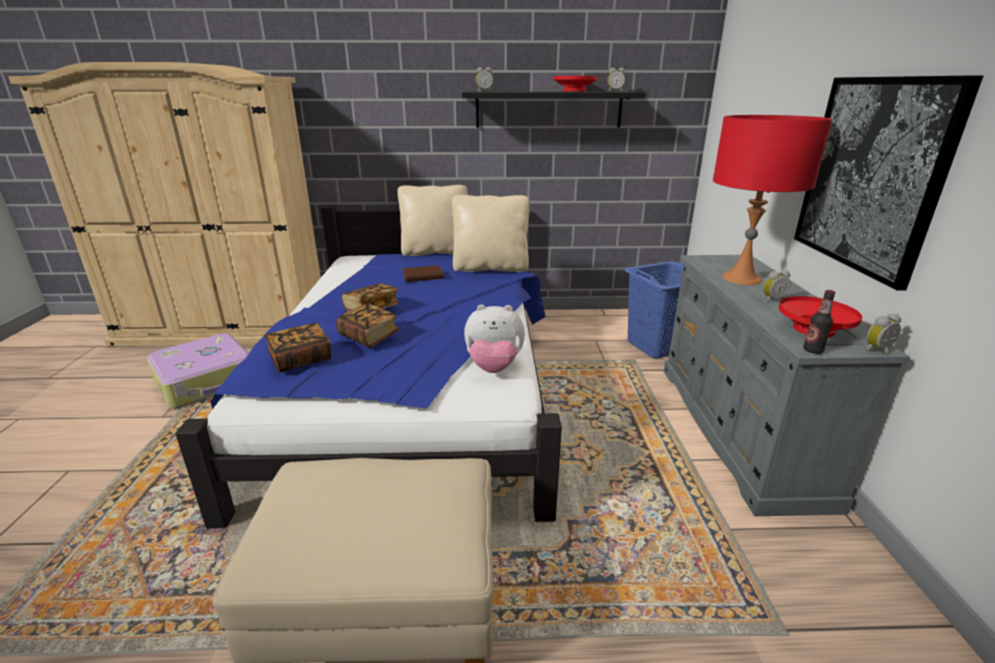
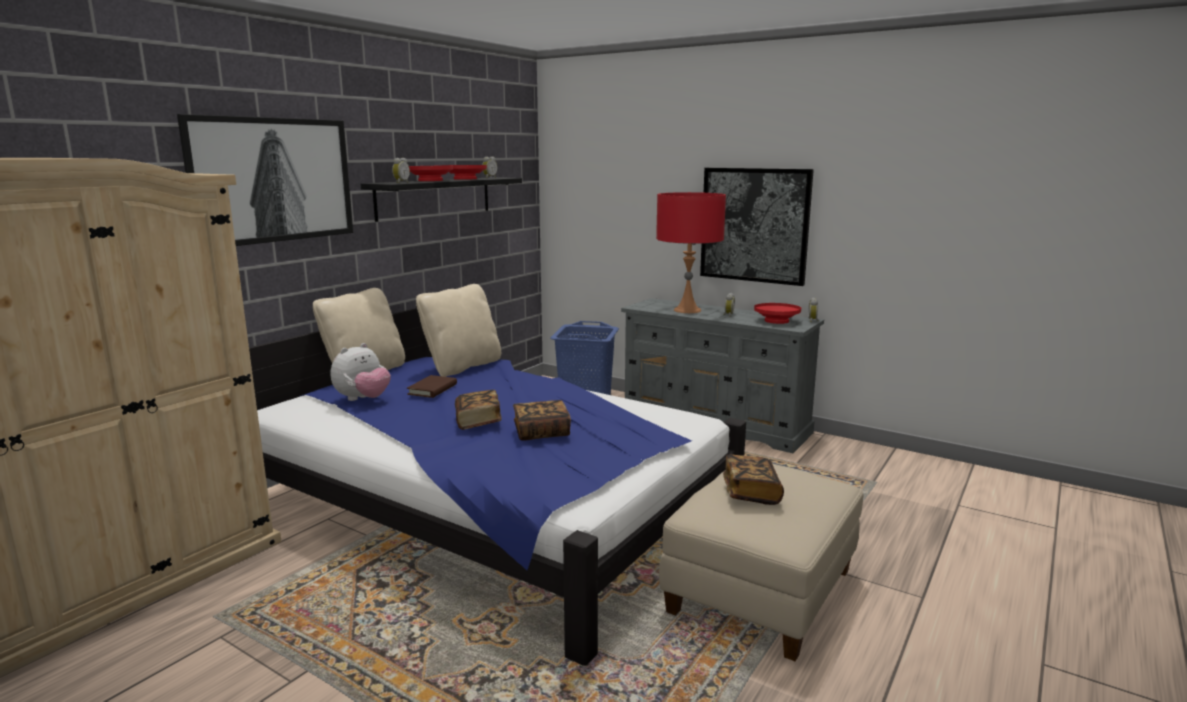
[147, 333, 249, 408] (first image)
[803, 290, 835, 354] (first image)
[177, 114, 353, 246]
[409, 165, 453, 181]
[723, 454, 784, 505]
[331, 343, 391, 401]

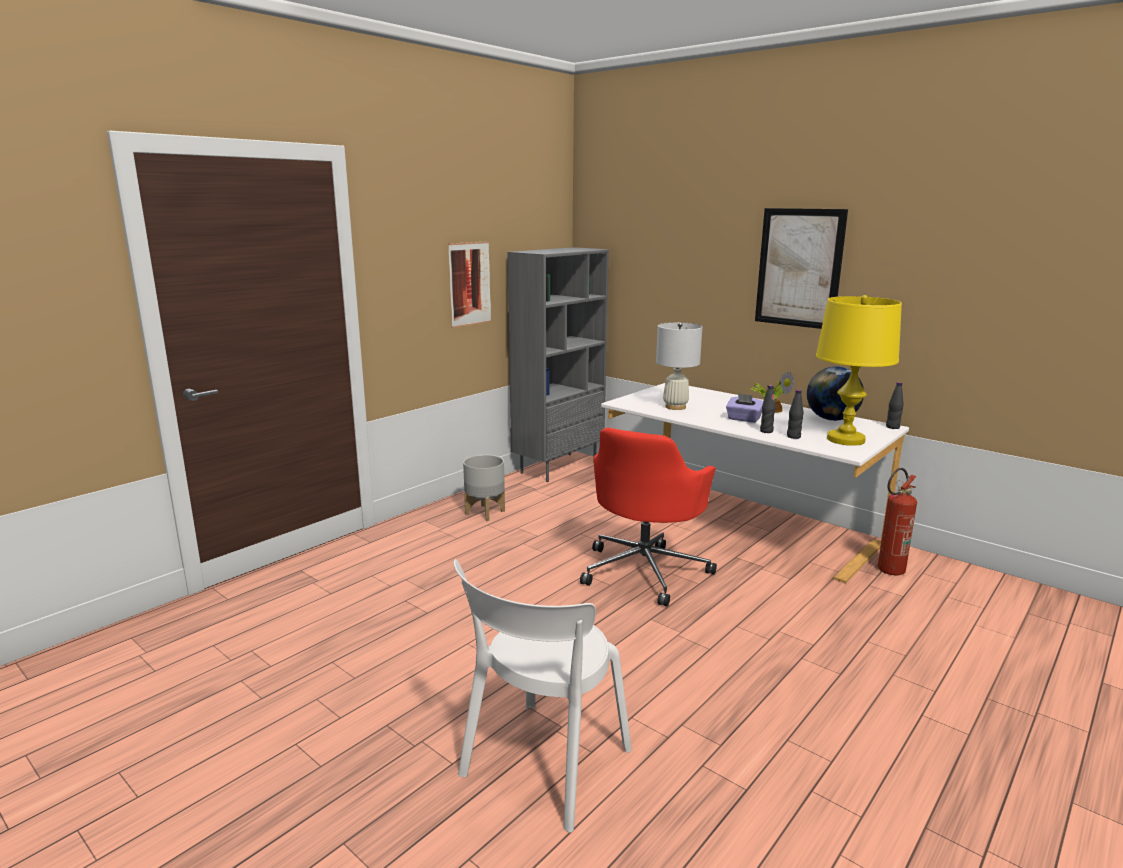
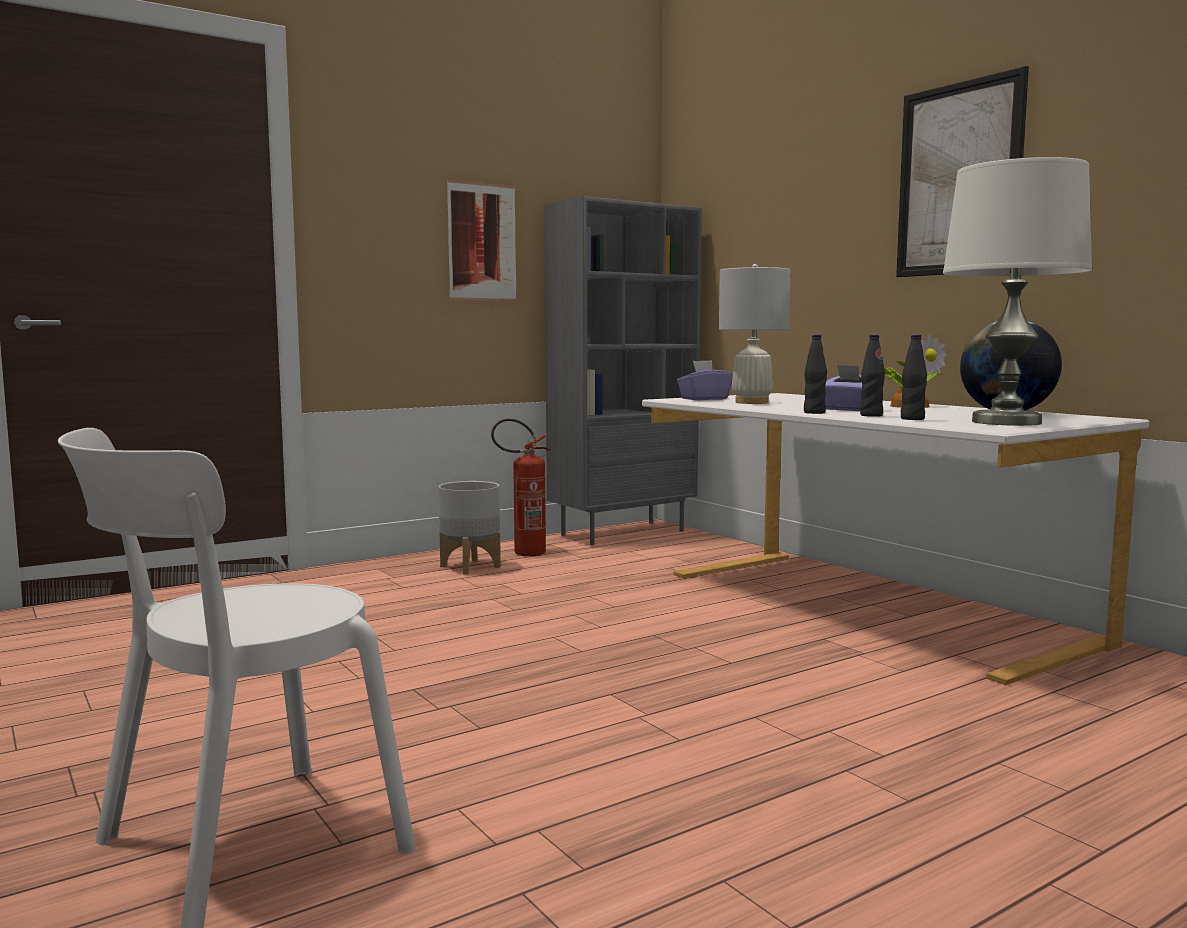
[580, 427, 717, 607] (first image)
[677, 360, 733, 400]
[491, 418, 551, 556]
[804, 334, 827, 414]
[943, 157, 1092, 426]

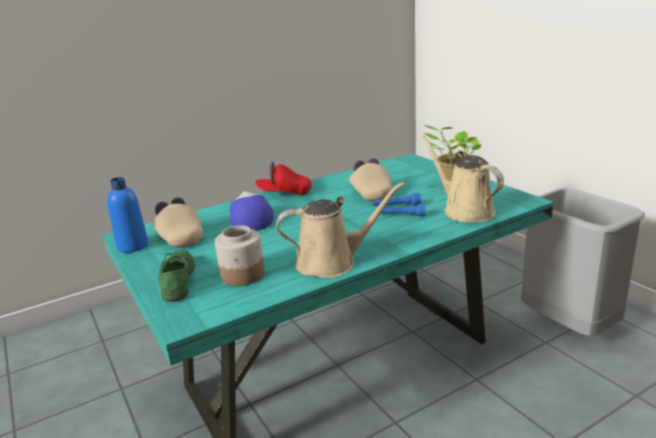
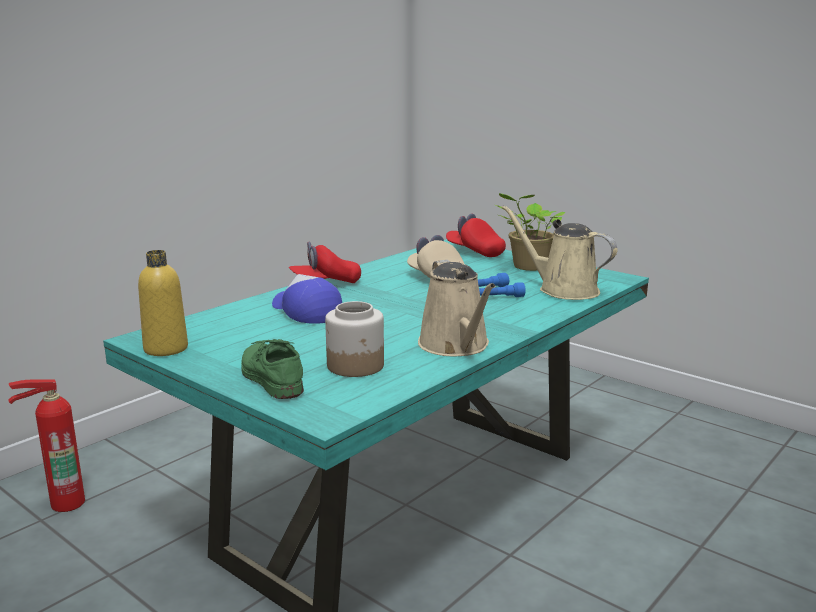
[153, 197, 203, 248] (first image)
[521, 188, 645, 336] (first image)
[8, 379, 85, 512]
[446, 214, 506, 257]
[138, 250, 188, 356]
[418, 260, 496, 356]

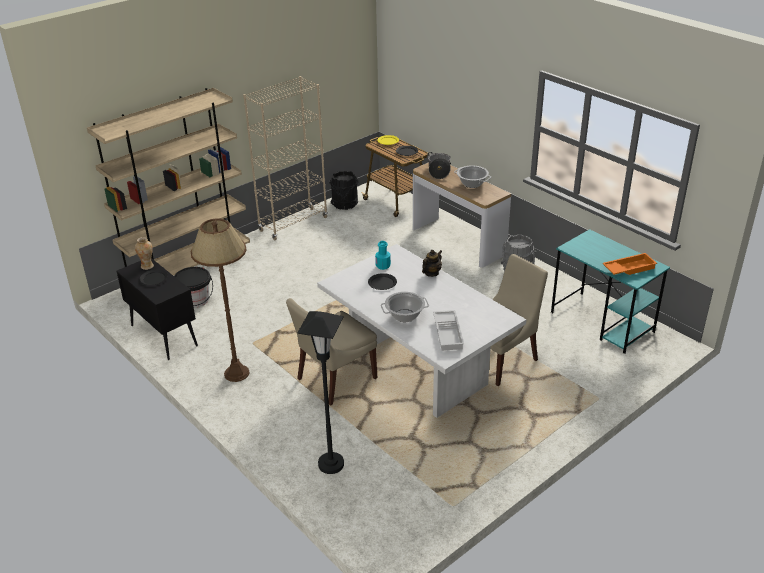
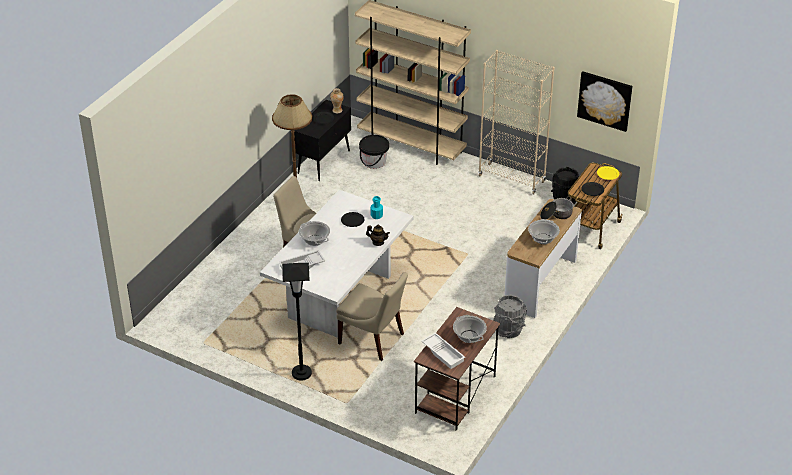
[453, 315, 487, 343]
[577, 71, 633, 132]
[282, 263, 312, 380]
[414, 307, 500, 430]
[421, 333, 465, 369]

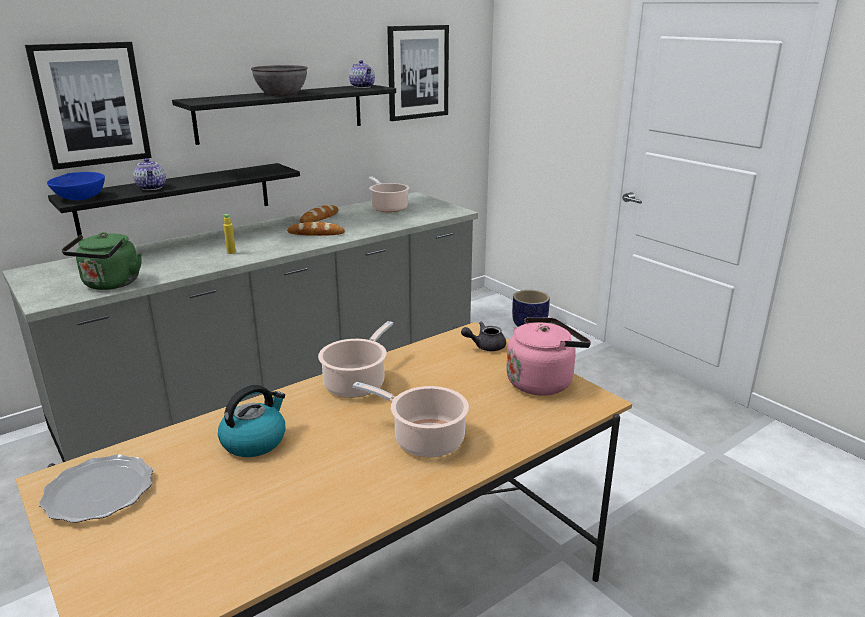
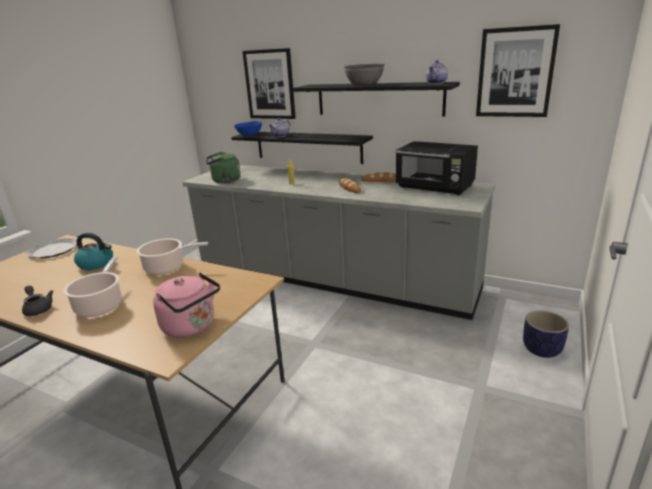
[22, 286, 53, 316]
[395, 141, 478, 195]

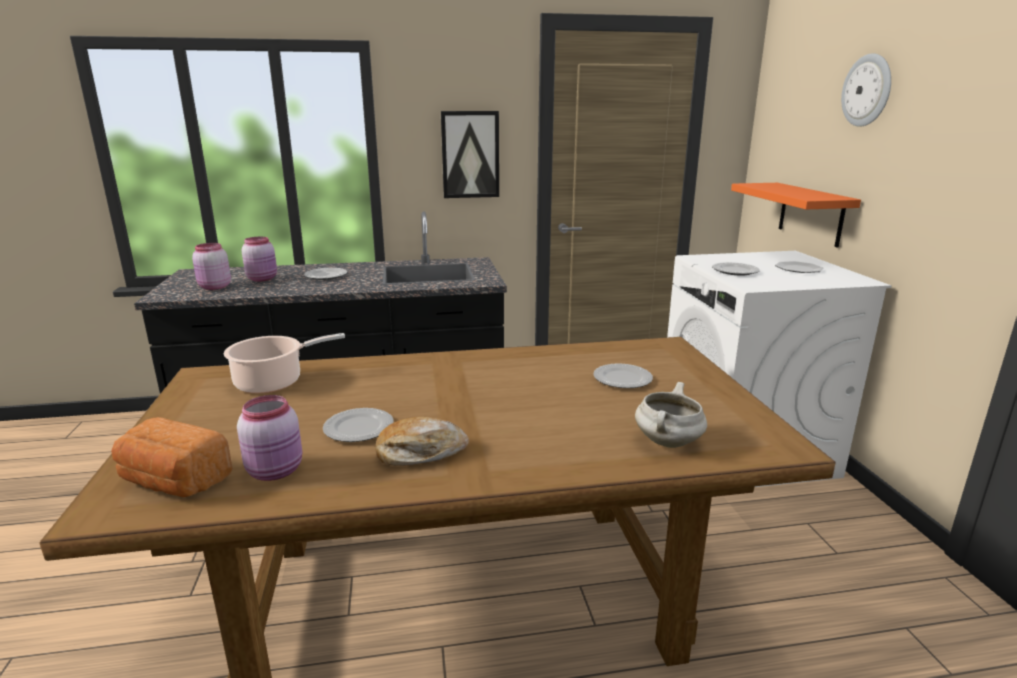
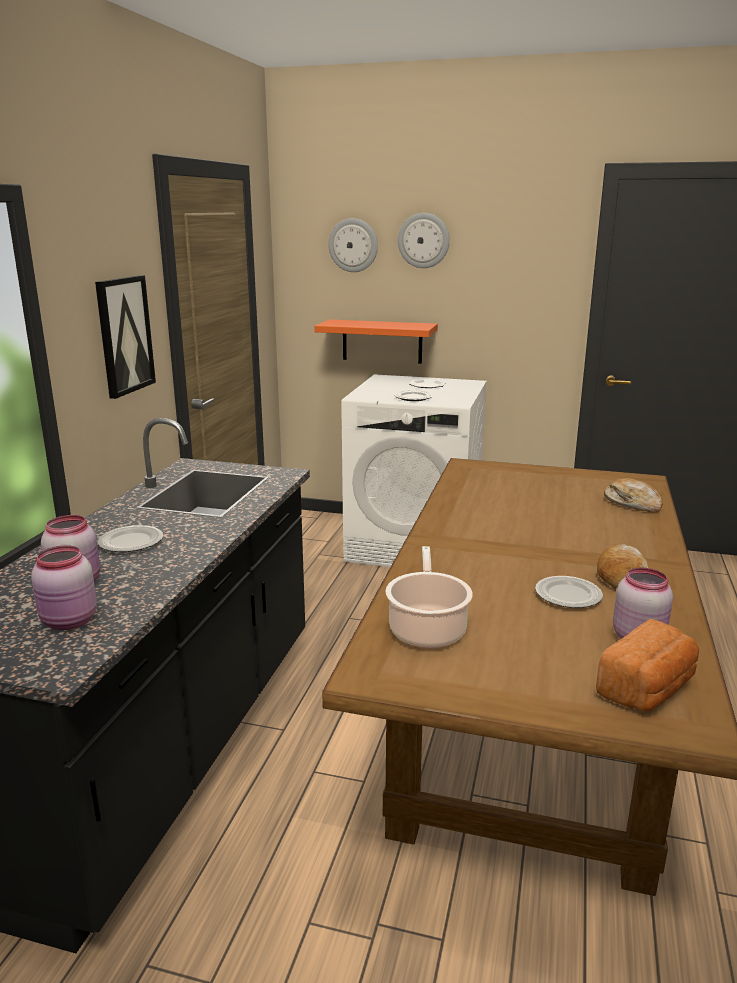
[593, 363, 653, 388] (first image)
[328, 218, 378, 272]
[604, 478, 663, 512]

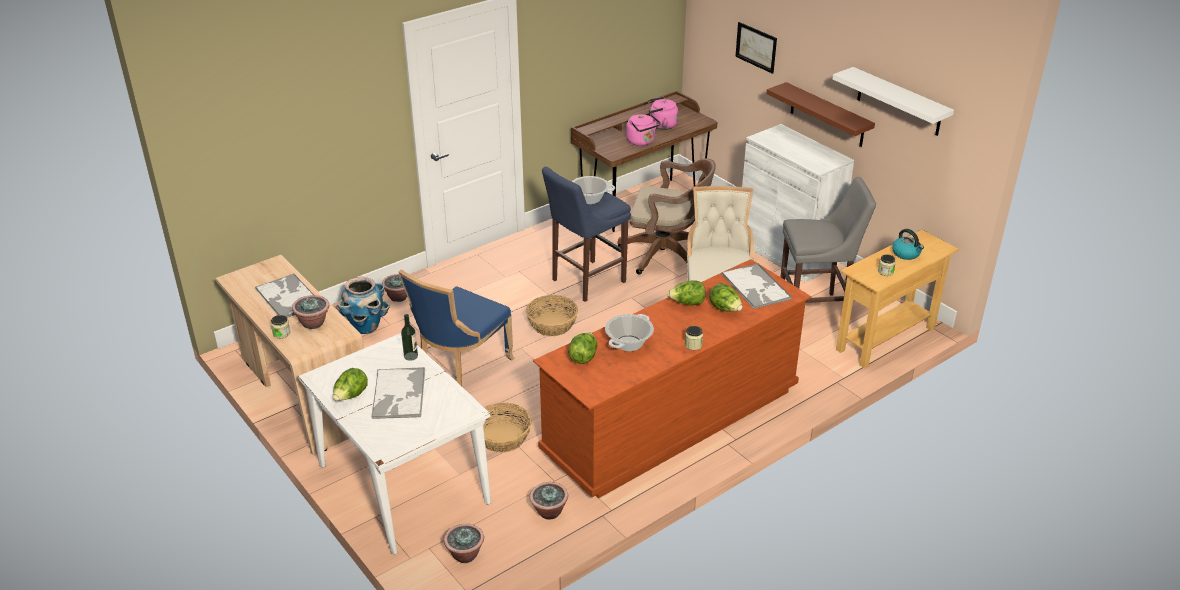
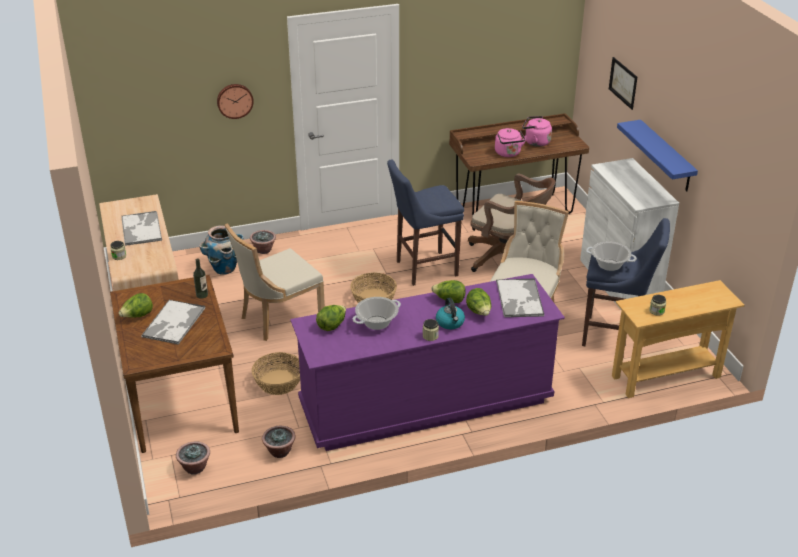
[292, 295, 329, 329] (first image)
[833, 67, 954, 136] (first image)
[217, 84, 254, 119]
[586, 241, 637, 271]
[436, 298, 465, 329]
[110, 275, 239, 453]
[225, 223, 325, 341]
[290, 274, 565, 451]
[617, 120, 698, 191]
[582, 218, 670, 346]

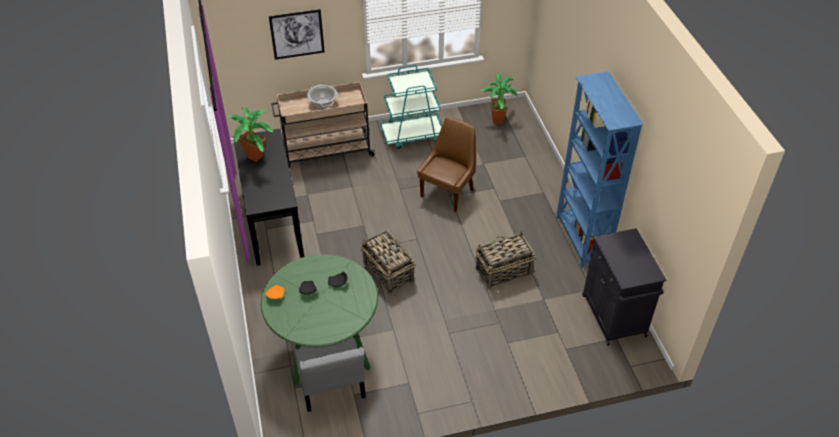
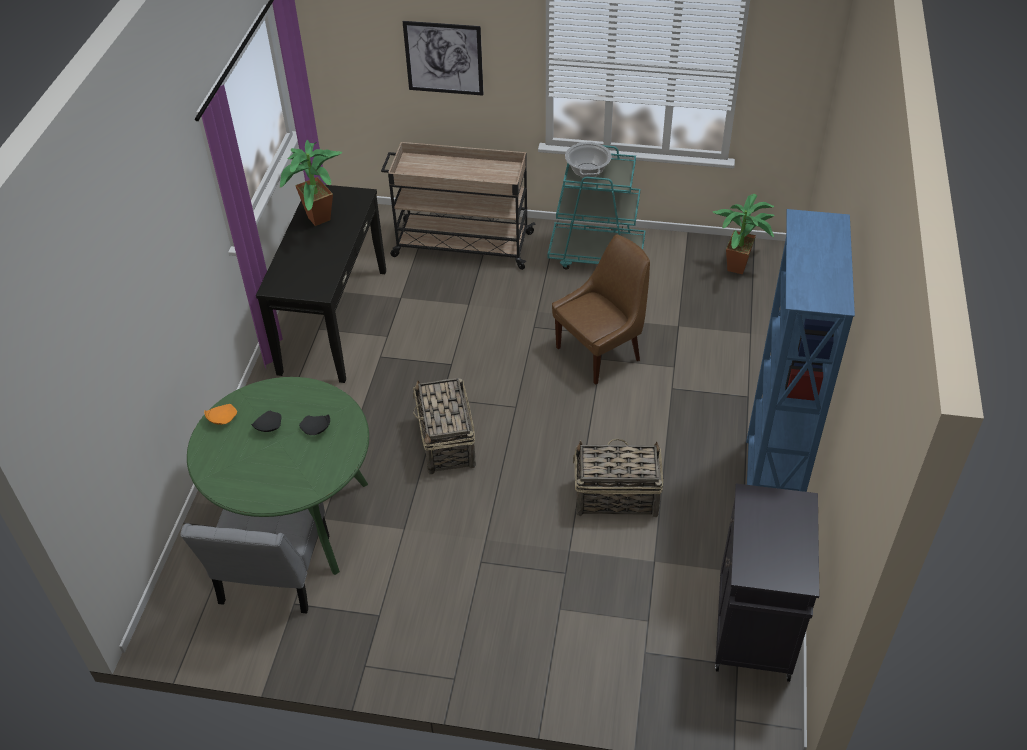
[565, 142, 611, 178]

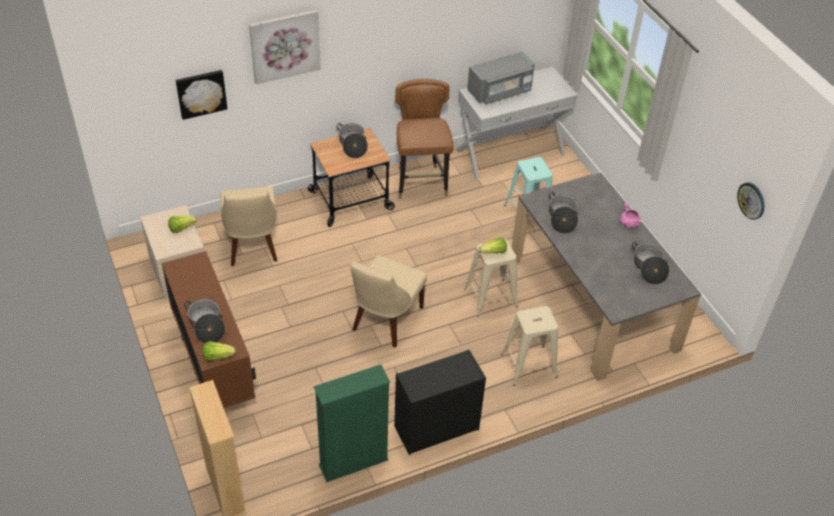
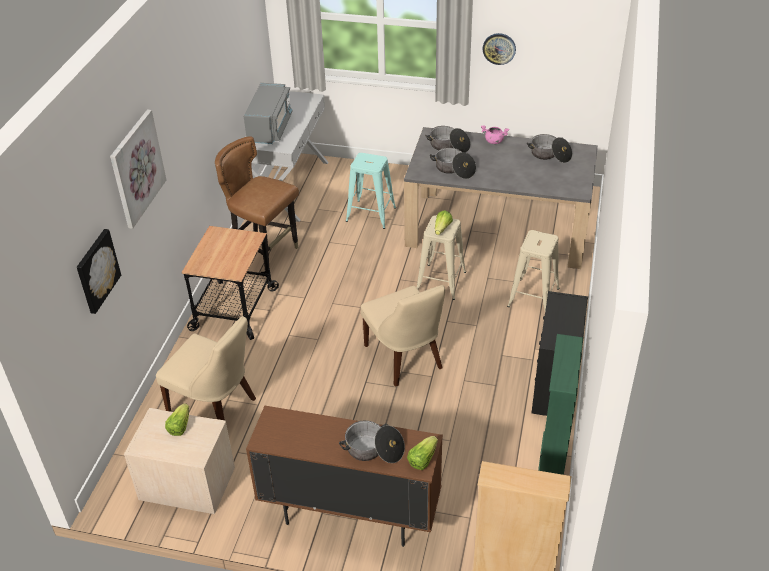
[425, 126, 471, 153]
[482, 33, 516, 65]

